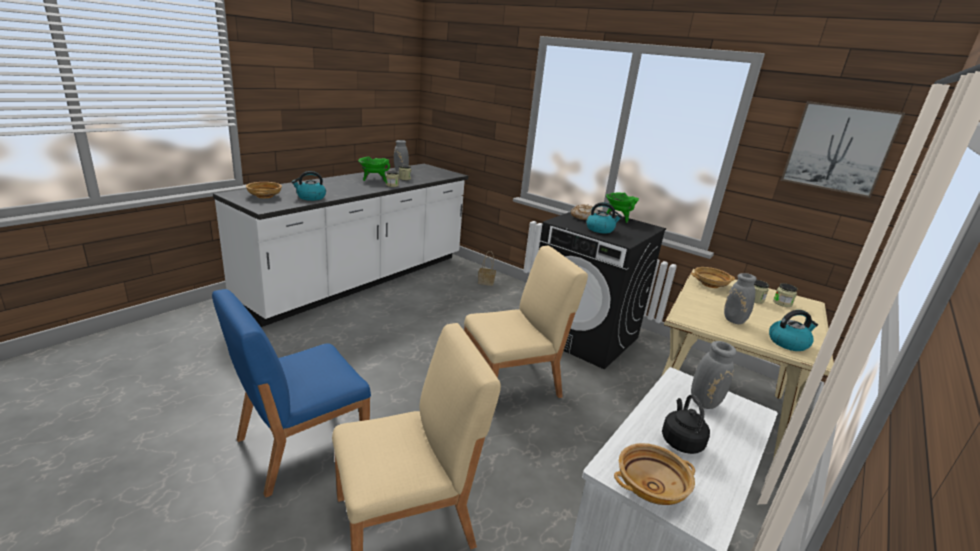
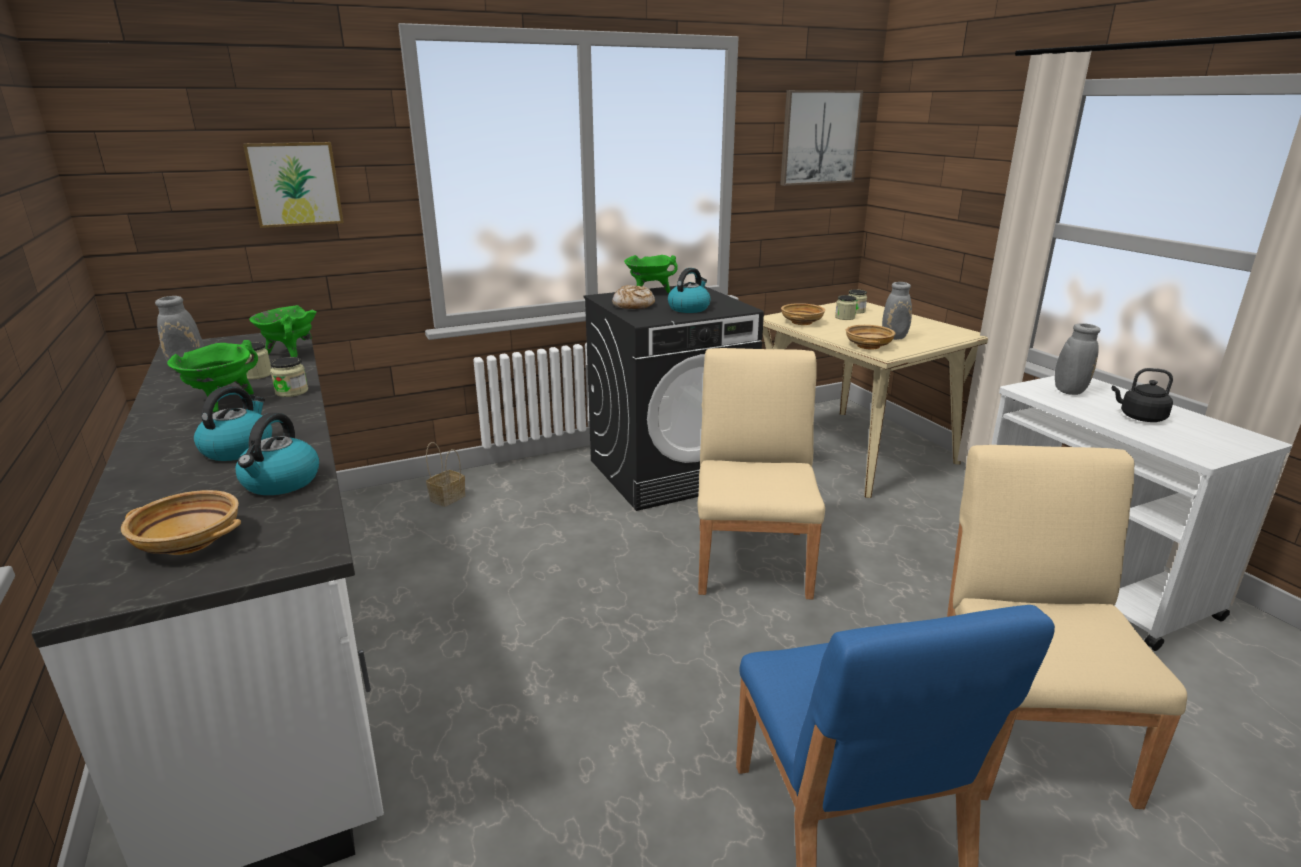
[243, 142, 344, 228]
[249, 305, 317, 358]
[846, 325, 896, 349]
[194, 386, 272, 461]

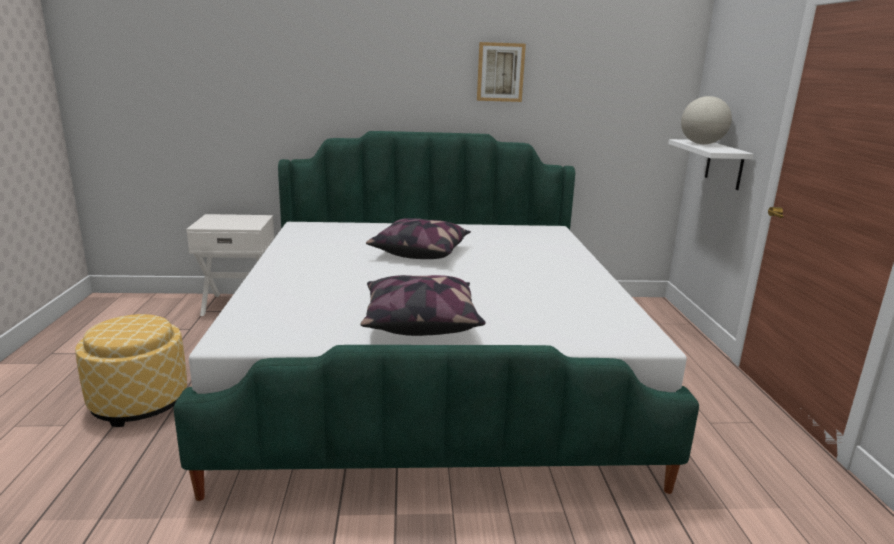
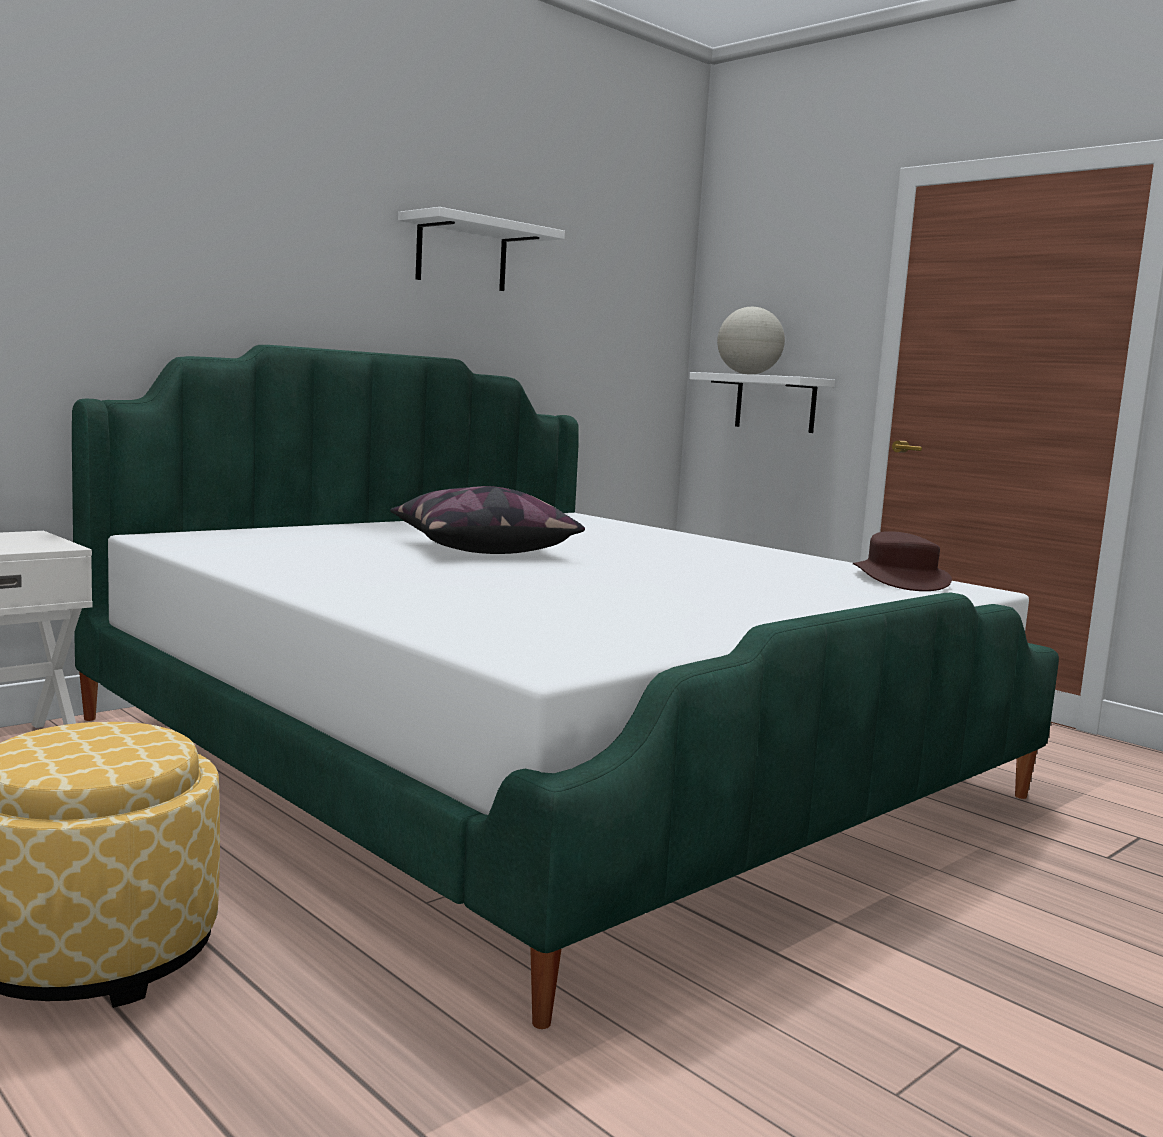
[360, 275, 485, 336] (first image)
[853, 531, 952, 591]
[398, 207, 565, 291]

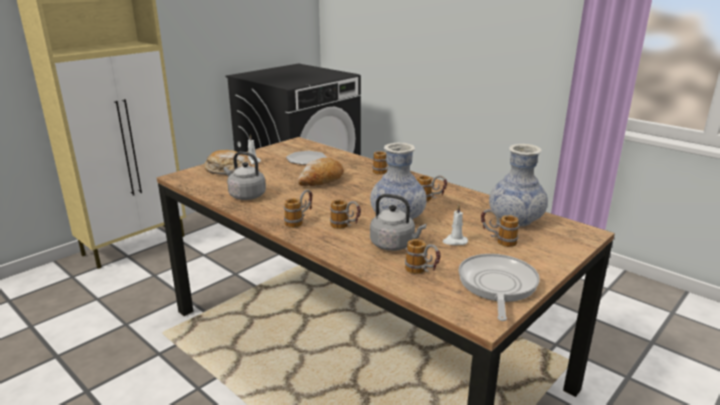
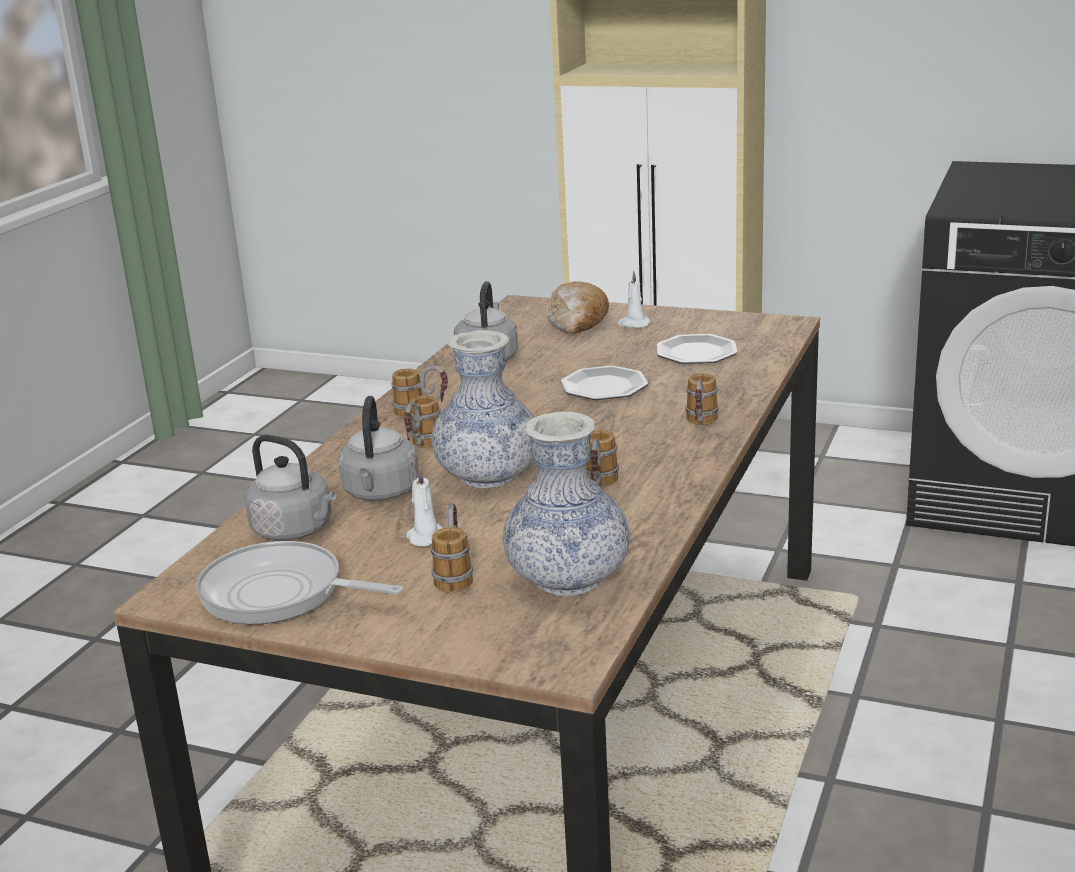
[561, 366, 648, 400]
[245, 435, 336, 541]
[196, 541, 403, 624]

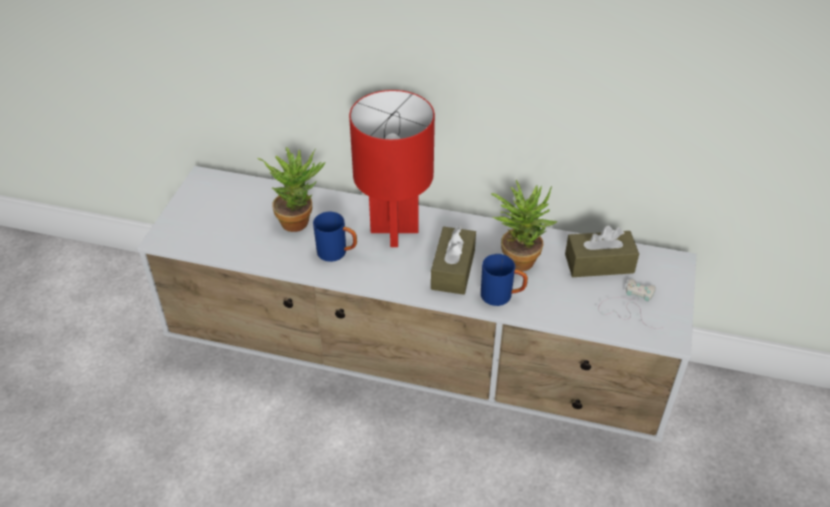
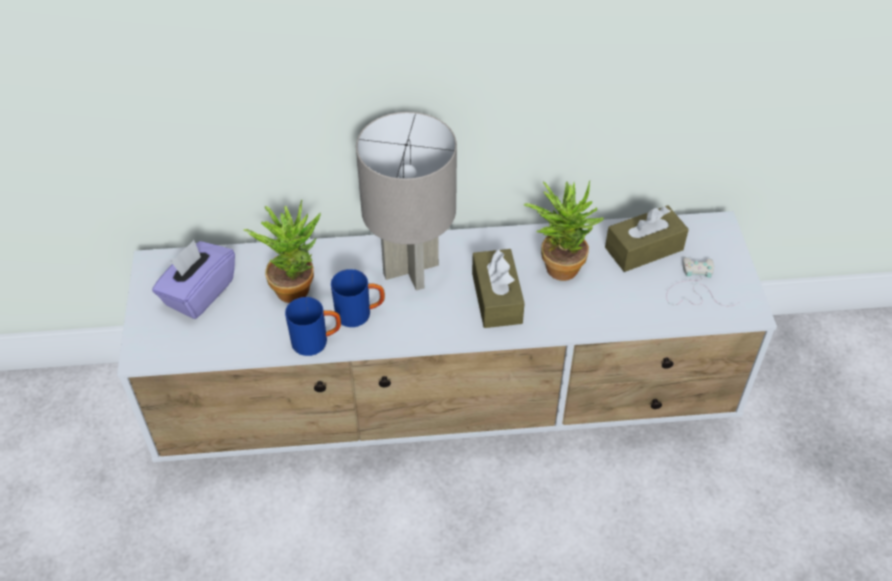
[152, 240, 235, 319]
[285, 297, 341, 356]
[356, 112, 457, 291]

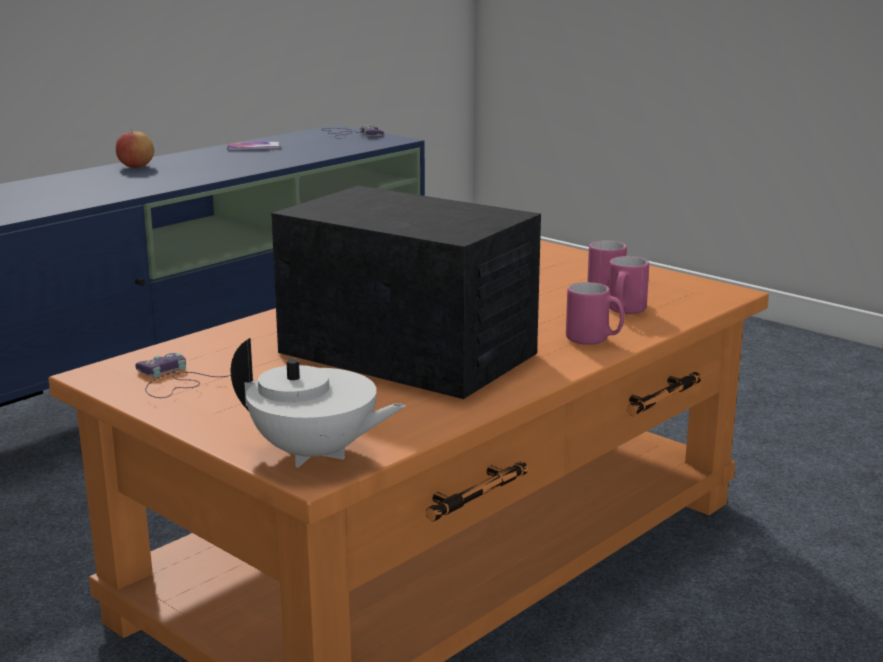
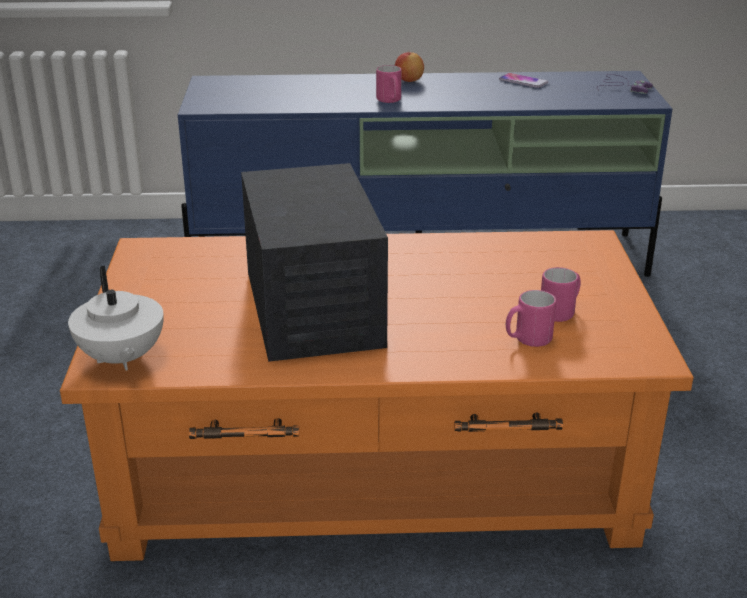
[135, 353, 231, 398] (first image)
[376, 65, 402, 103]

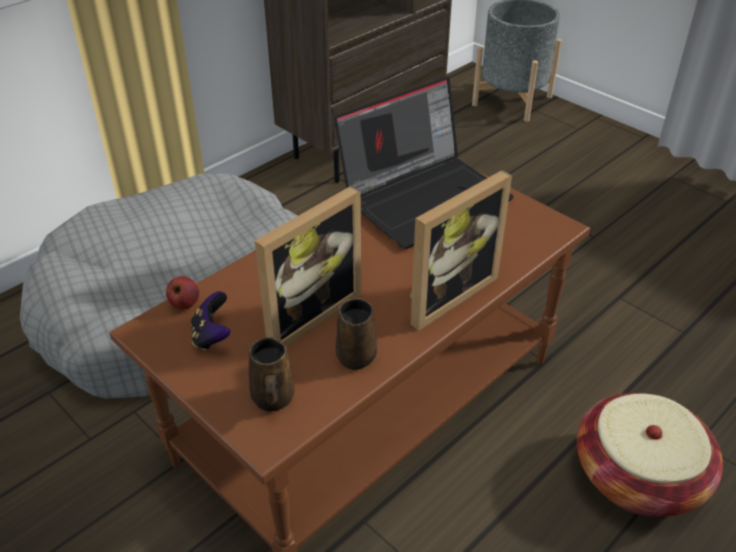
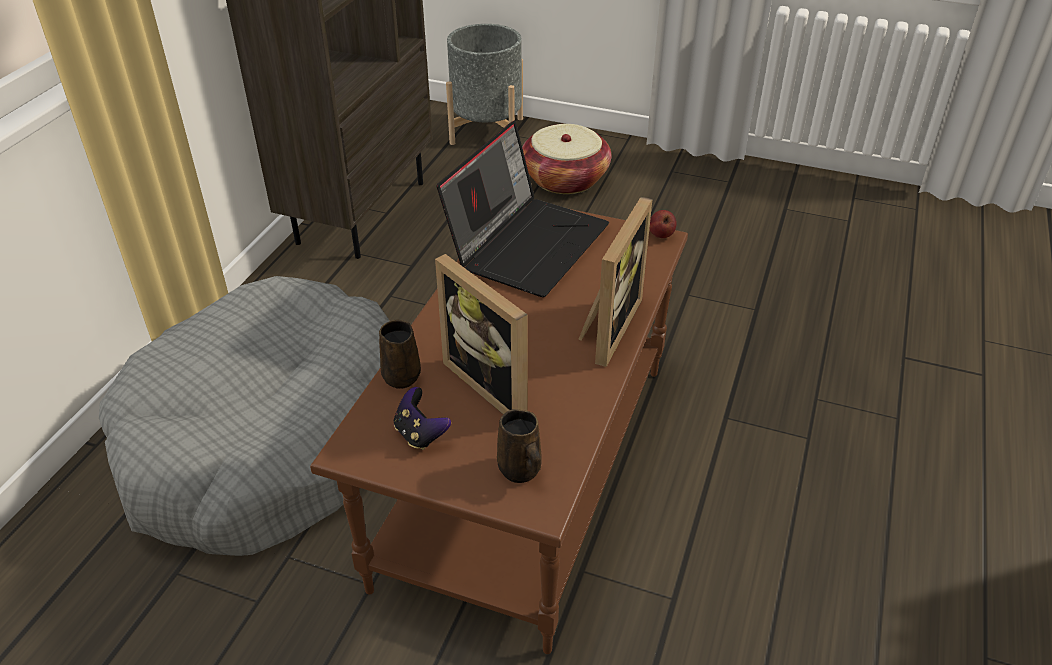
[649, 210, 677, 238]
[379, 320, 421, 389]
[522, 124, 611, 194]
[435, 254, 528, 414]

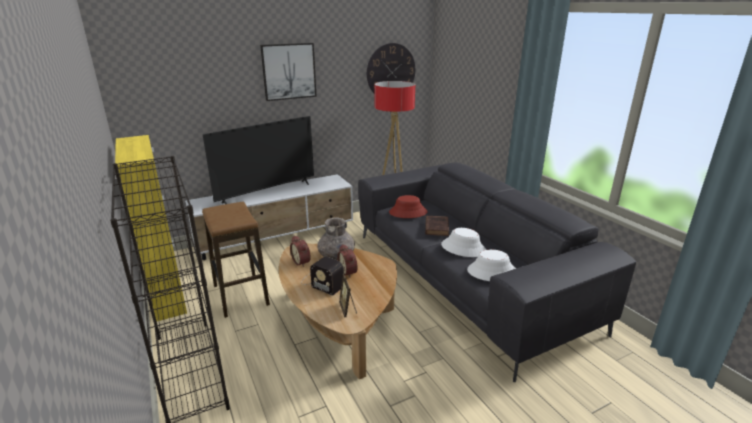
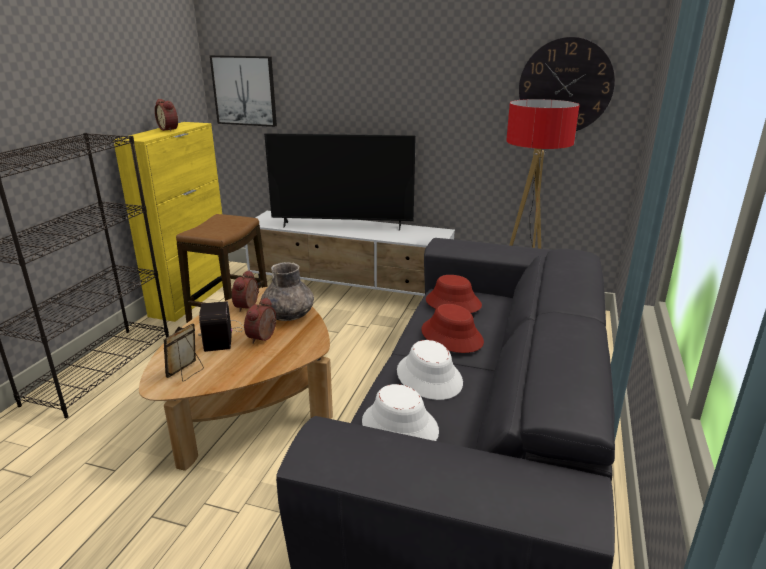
[155, 99, 178, 131]
[210, 55, 277, 127]
[421, 304, 484, 353]

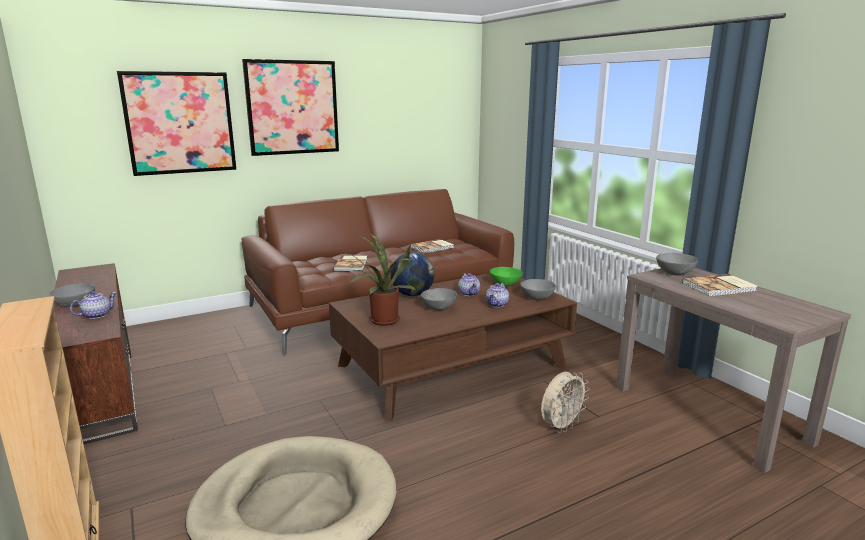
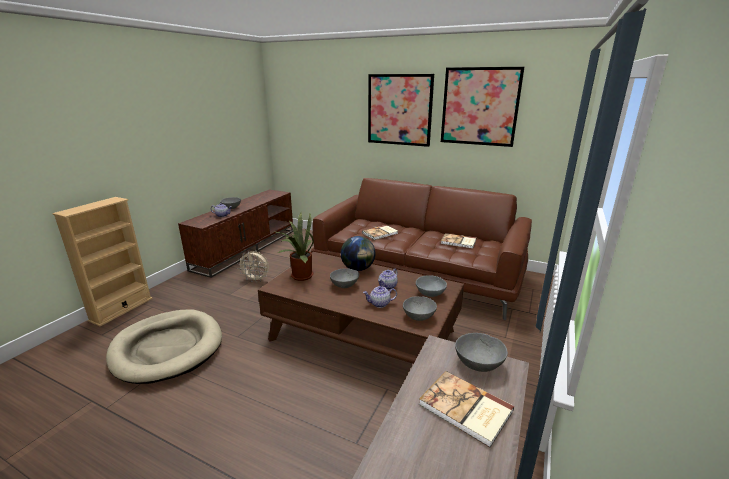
[441, 67, 524, 147]
[237, 251, 269, 282]
[416, 275, 447, 297]

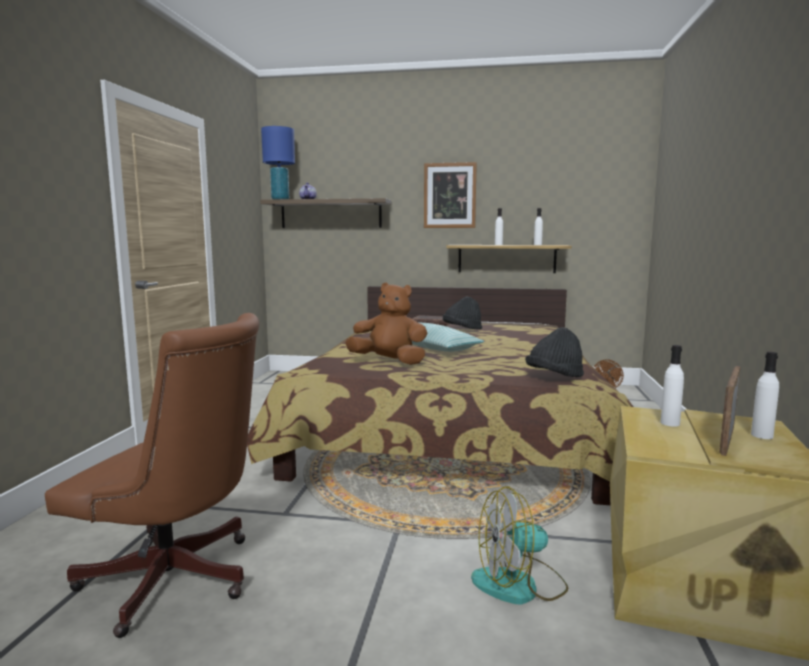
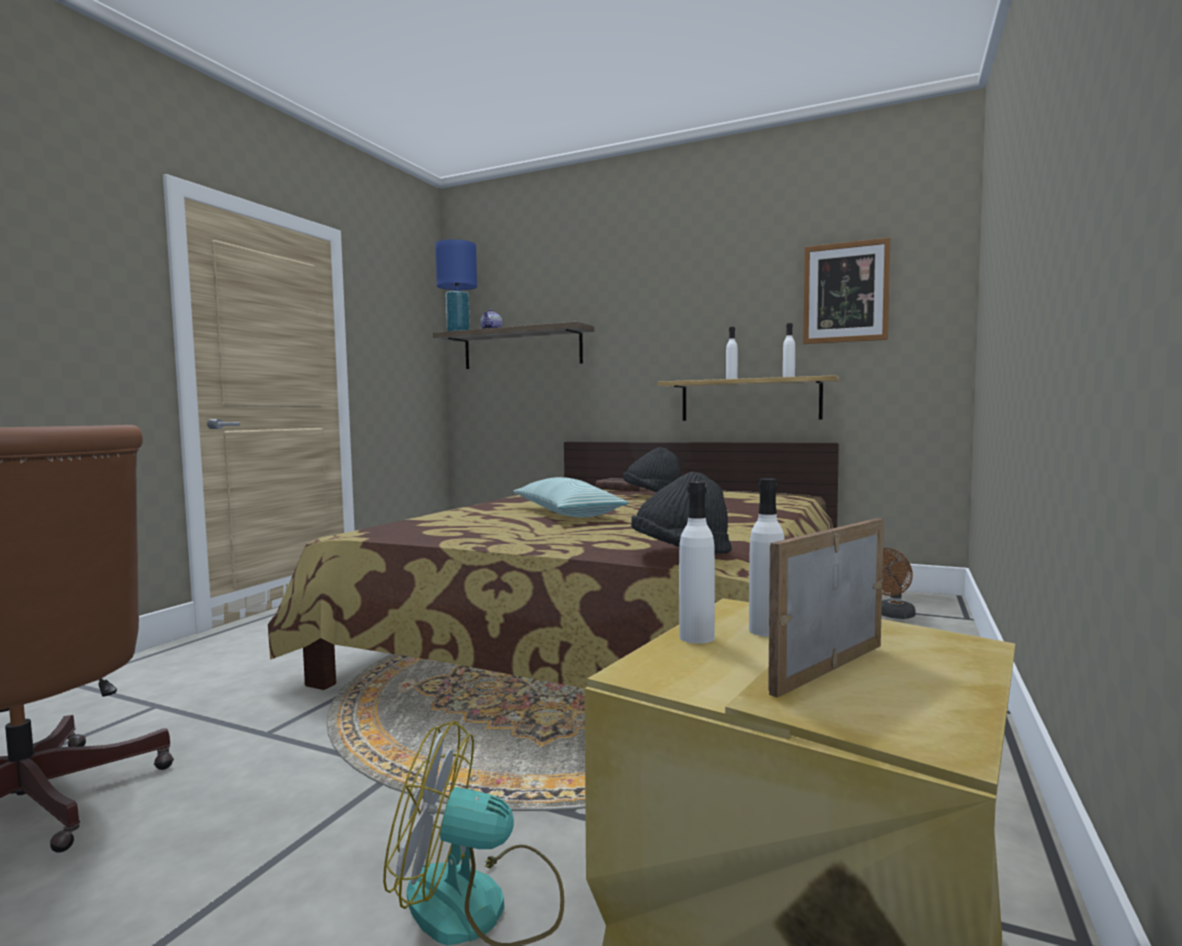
[345, 283, 427, 365] (first image)
[803, 237, 890, 344]
[679, 481, 715, 644]

